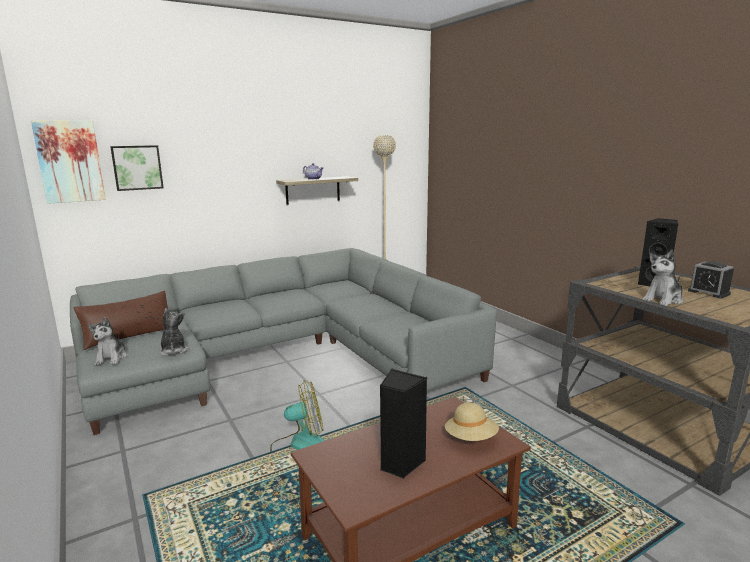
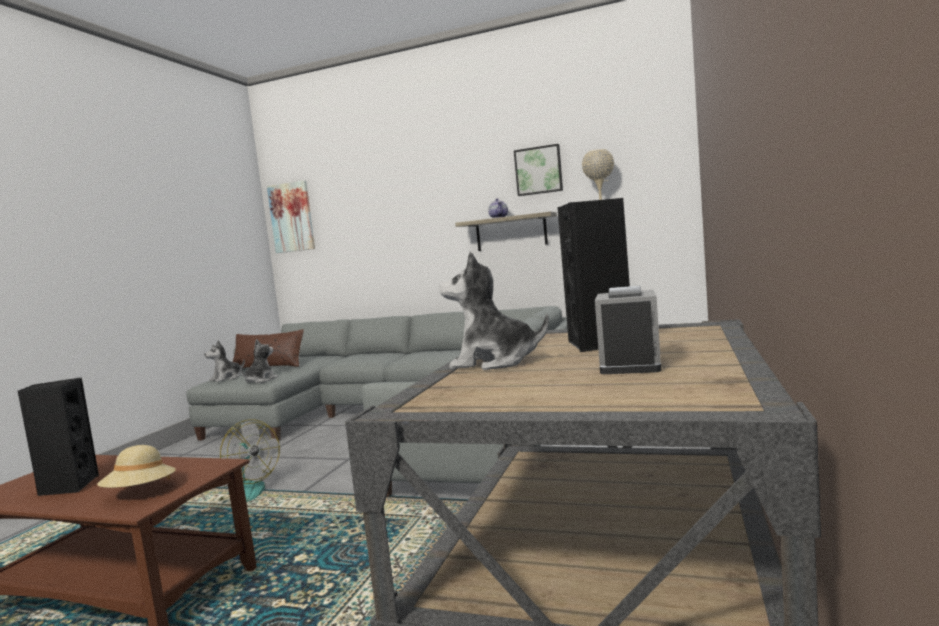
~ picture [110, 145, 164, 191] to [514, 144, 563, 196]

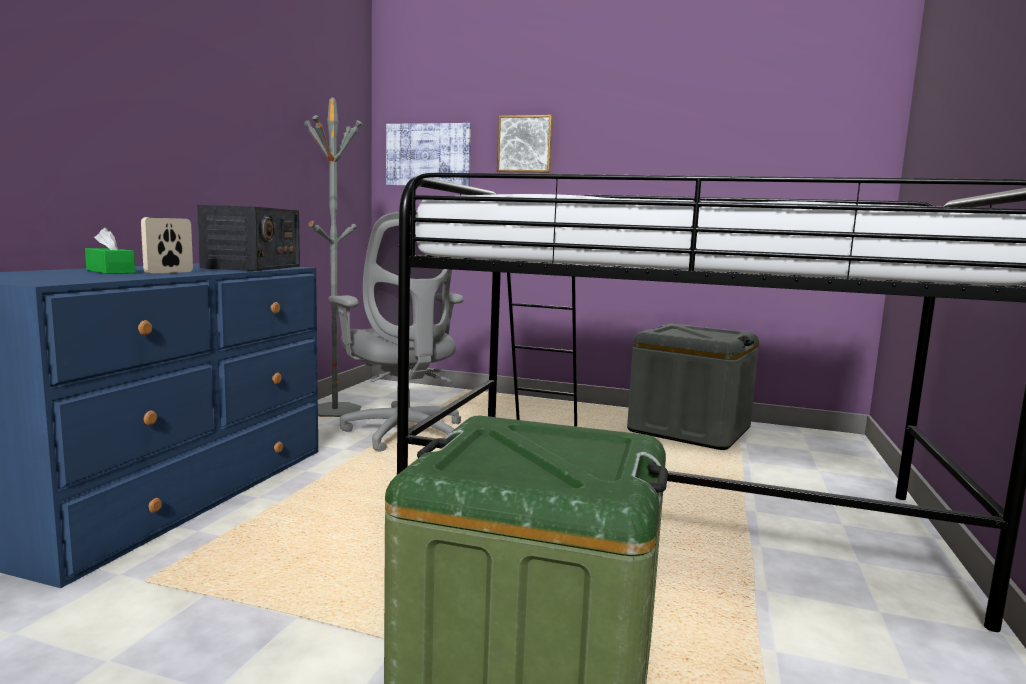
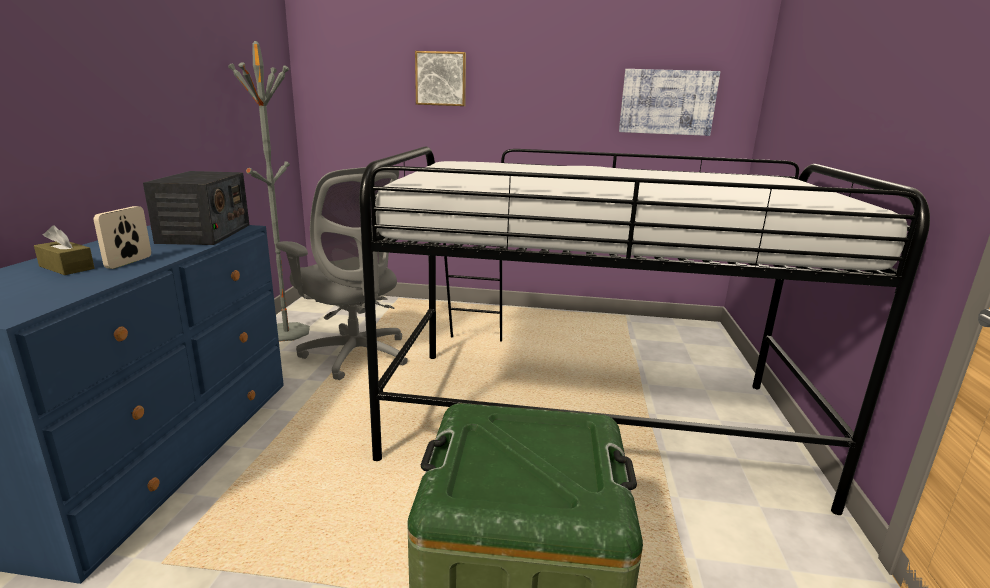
- storage box in grey [627, 324, 759, 450]
~ picture [386, 123, 471, 186] to [619, 69, 720, 136]
~ tissue box in green [85, 228, 135, 274] to tissue box in brown [34, 225, 95, 275]

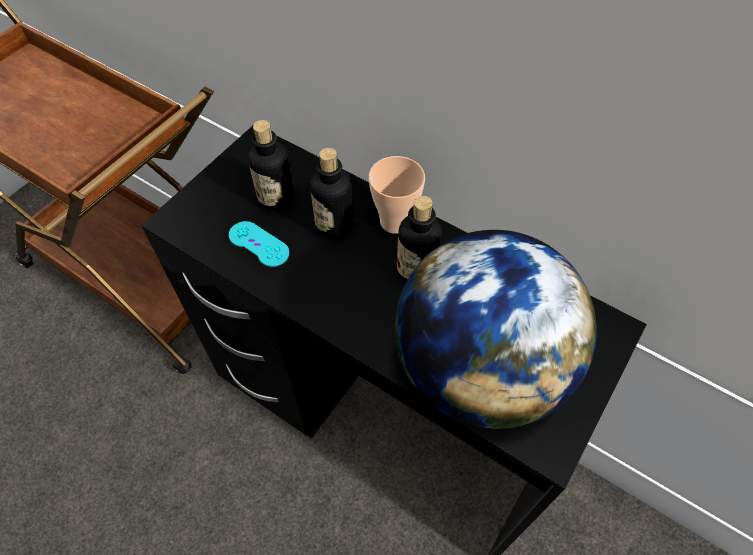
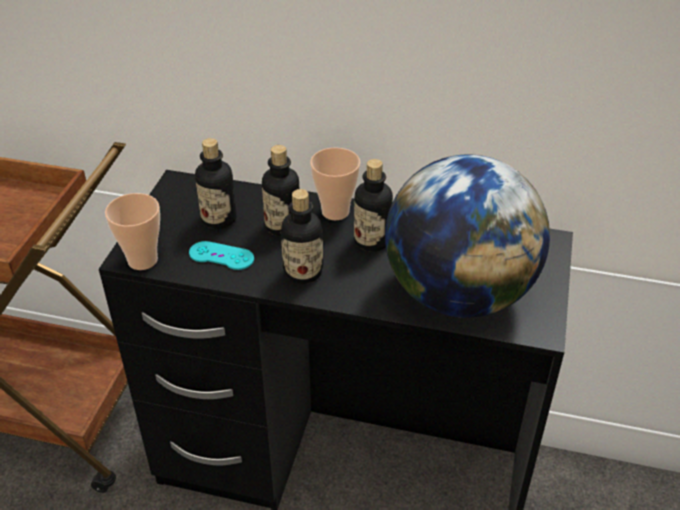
+ cup [105, 193, 160, 270]
+ bottle [281, 189, 323, 284]

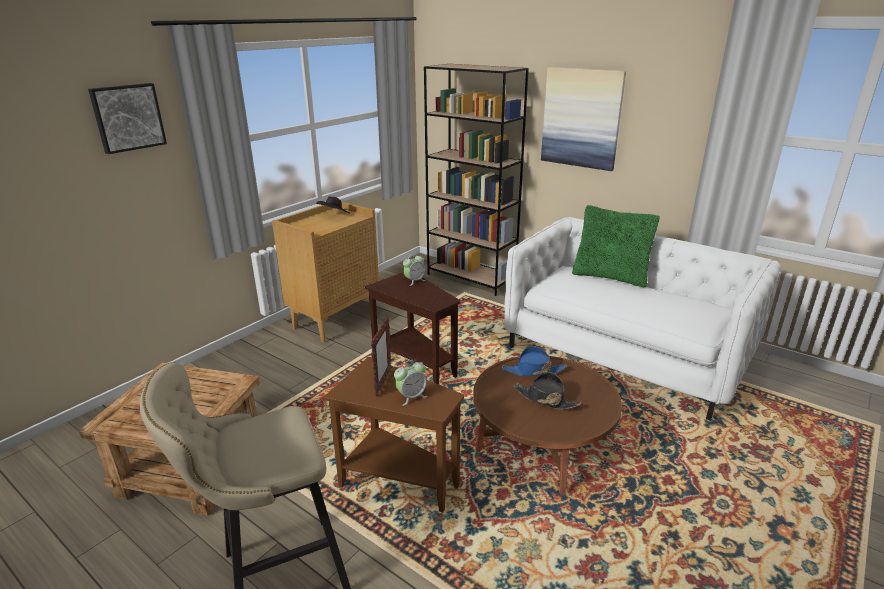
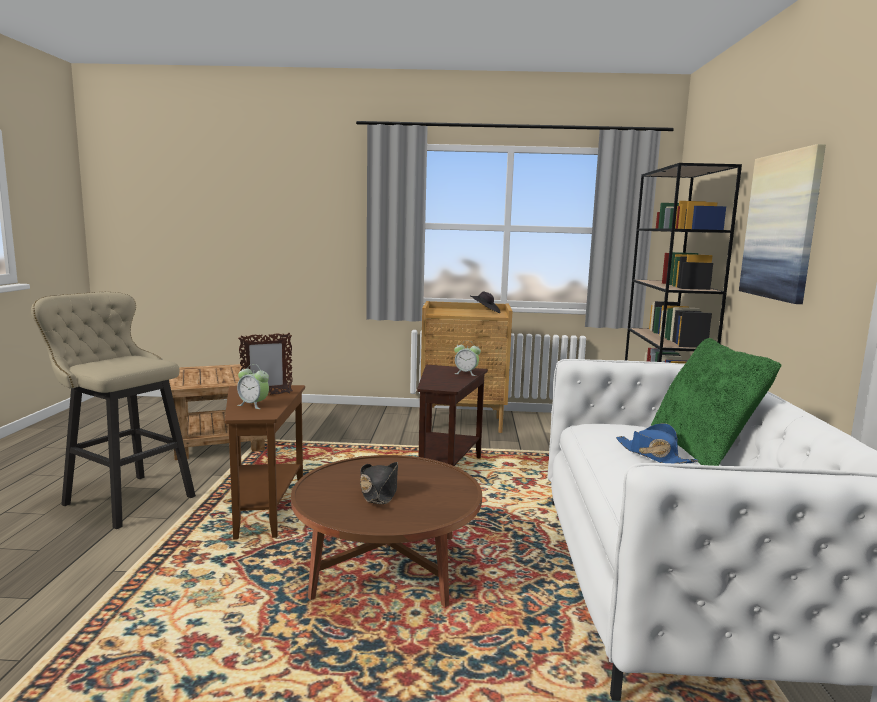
- picture [88, 83, 167, 154]
~ hat in blue [502, 346, 568, 376] to [616, 423, 698, 464]

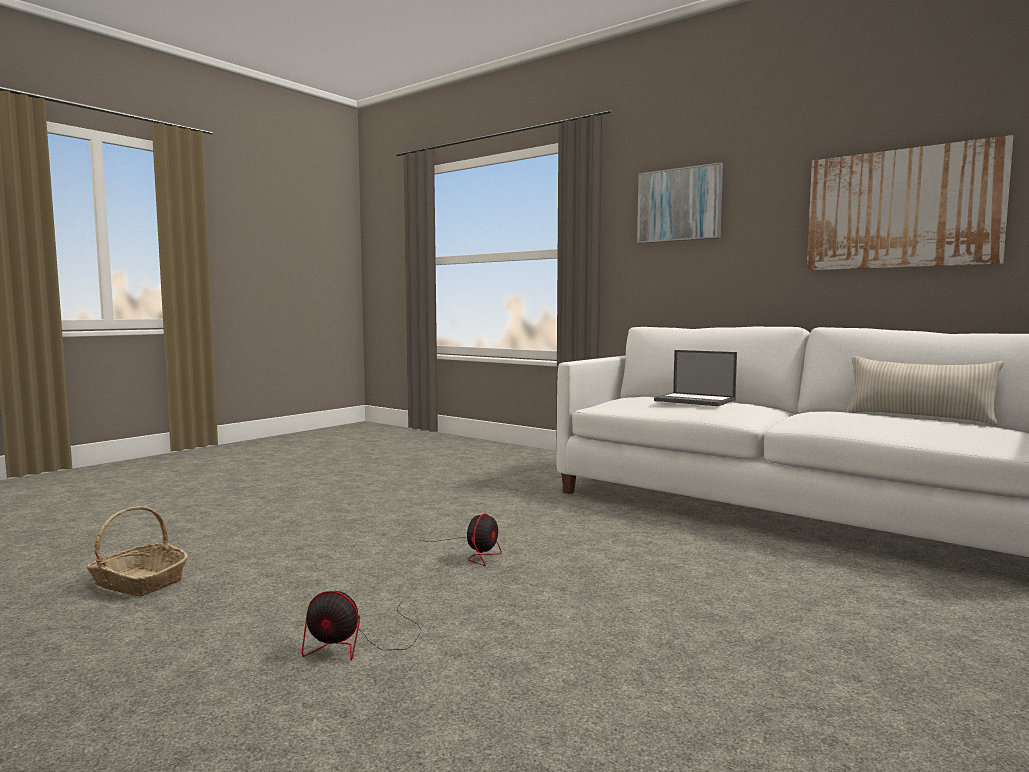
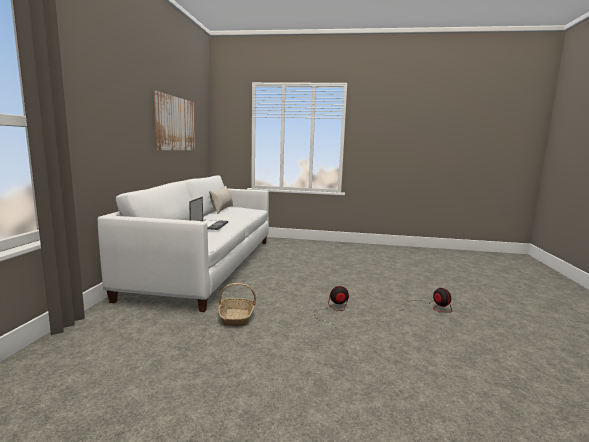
- picture [637, 162, 723, 243]
~ basket [86, 506, 189, 597] to [218, 283, 256, 326]

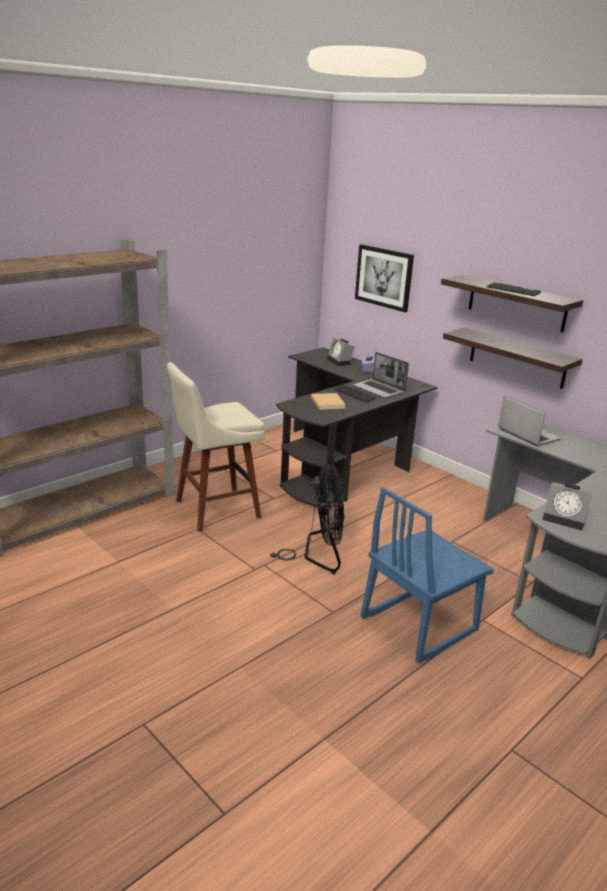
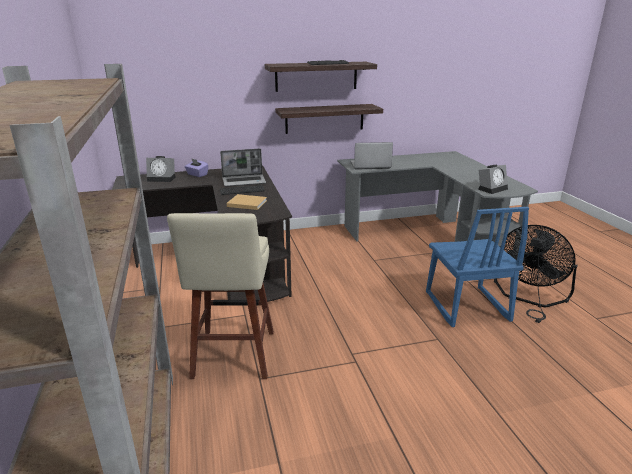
- picture [355, 244, 414, 312]
~ fan in black [269, 464, 344, 574] to [494, 225, 578, 323]

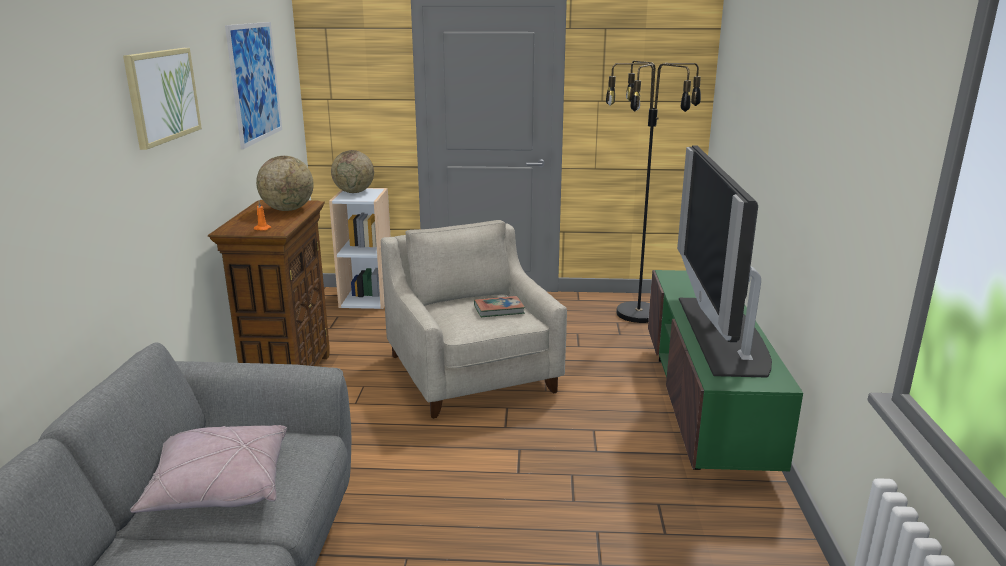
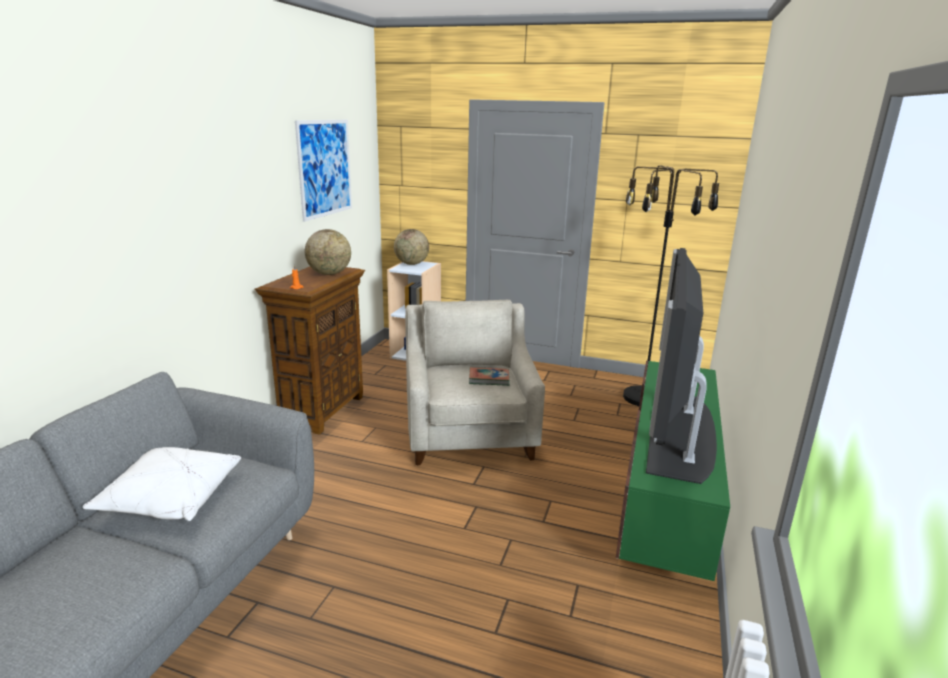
- picture [123, 48, 202, 150]
~ pillow in purple [130, 425, 287, 513] to pillow in white [83, 447, 241, 521]

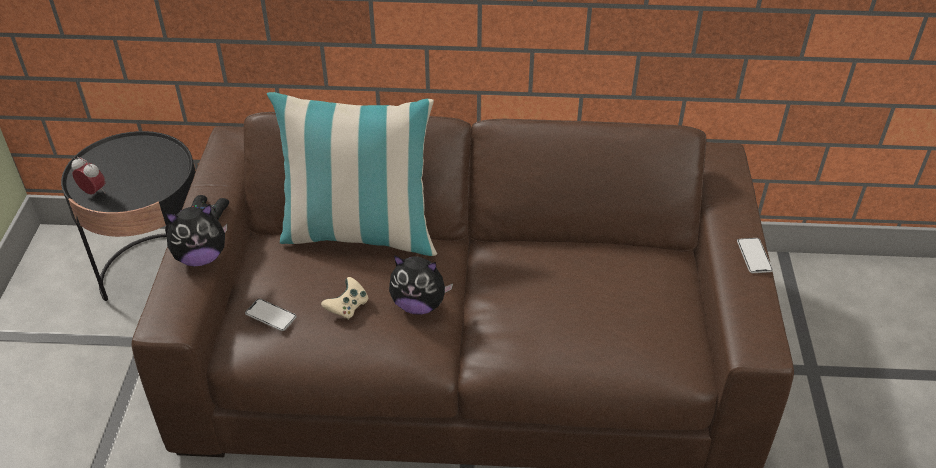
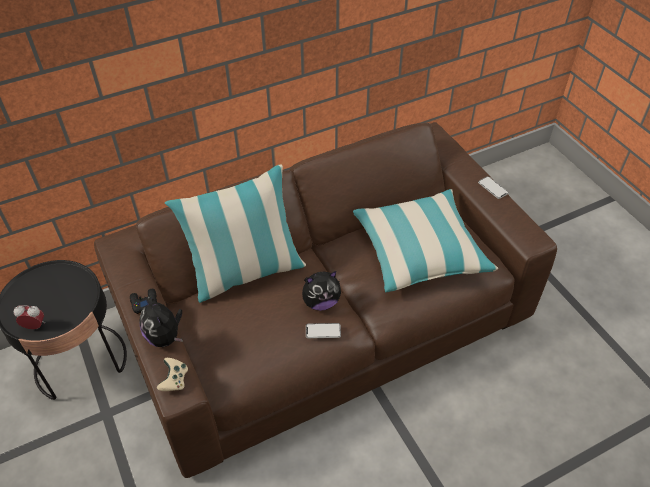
+ pillow [353, 189, 498, 292]
~ phone [245, 299, 297, 331] to [306, 323, 341, 338]
~ game controller in beige [321, 277, 368, 320] to [157, 358, 188, 391]
~ plush toy [166, 204, 227, 266] = [139, 296, 183, 347] 105 degrees clockwise

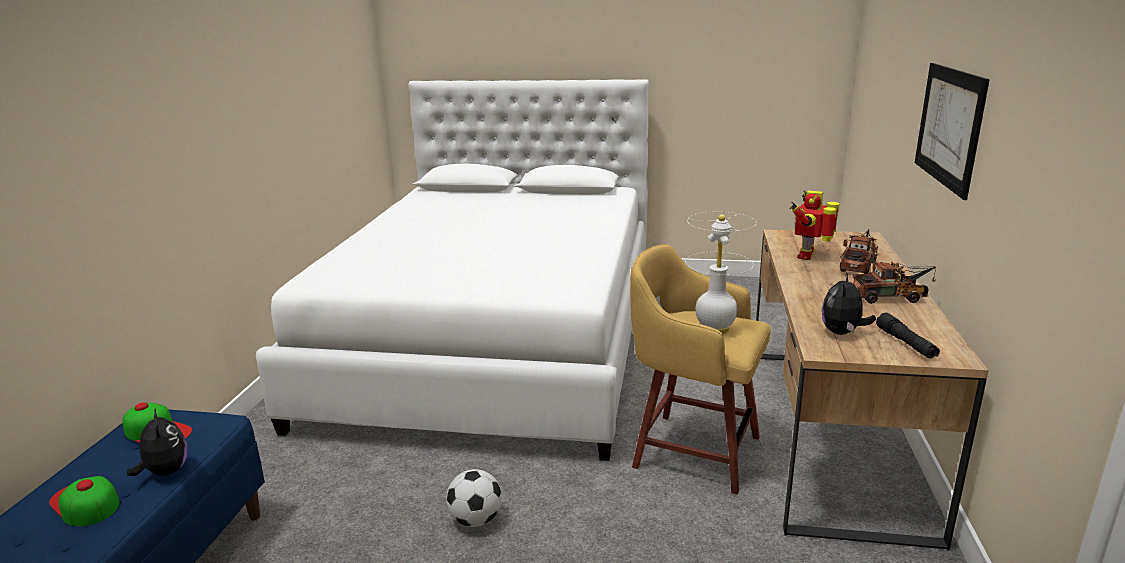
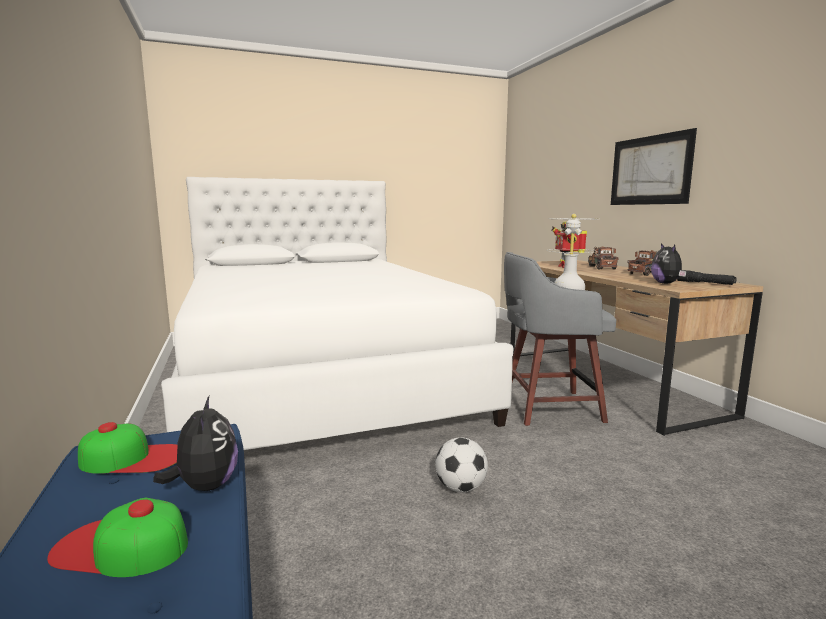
~ stool in yellow [630, 244, 771, 494] to stool in grey [504, 252, 616, 426]
~ plush toy [127, 408, 188, 476] = [153, 396, 238, 491] 45 degrees clockwise

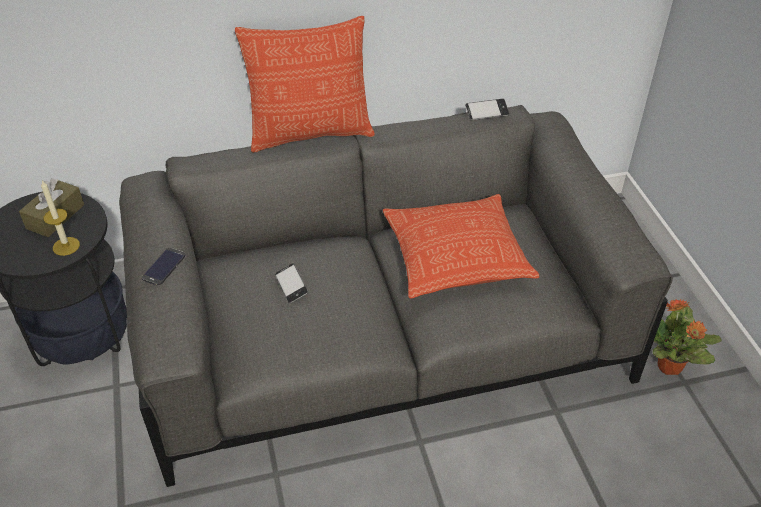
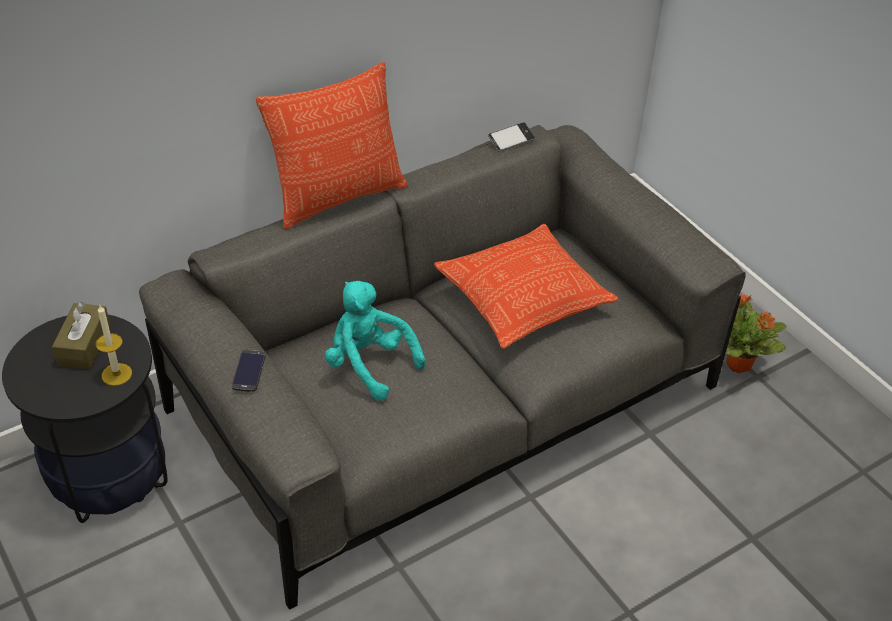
~ phone [275, 263, 309, 304] to plush toy in turquoise [325, 281, 426, 401]

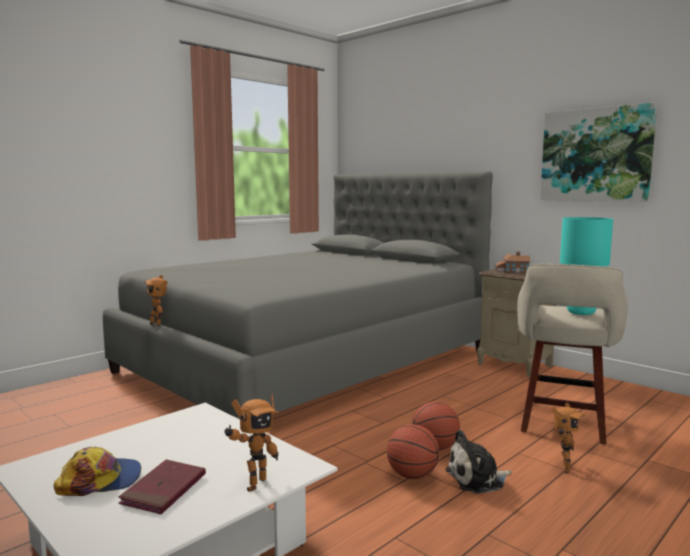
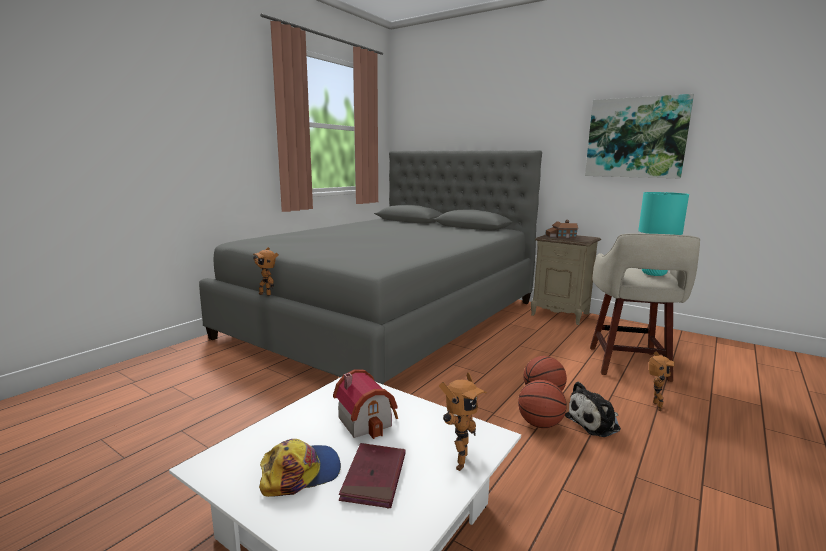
+ toy house [333, 369, 398, 439]

